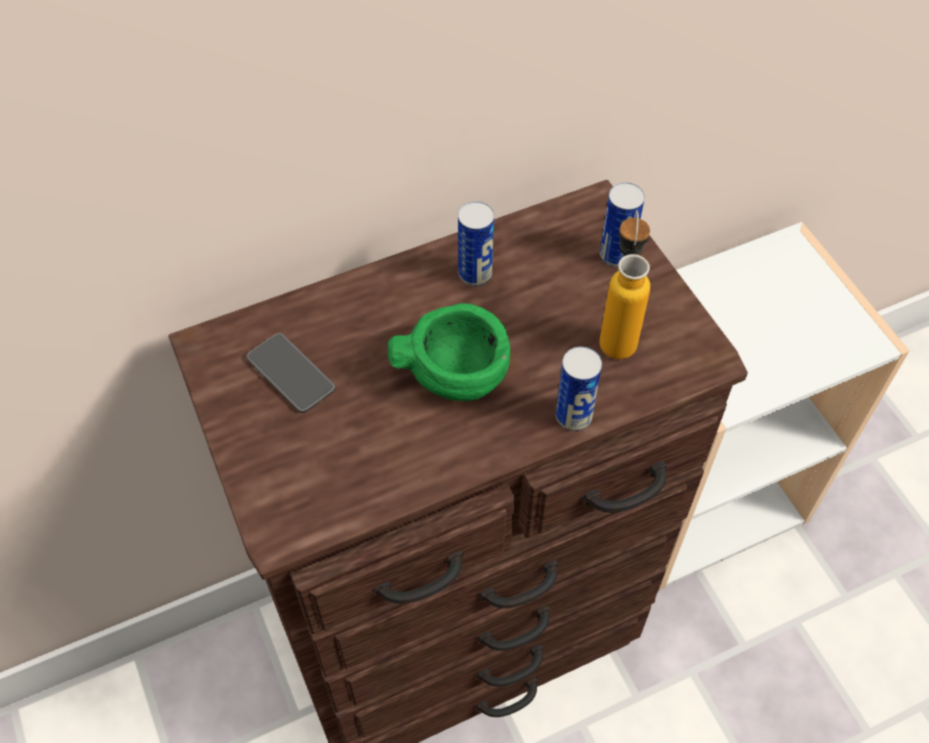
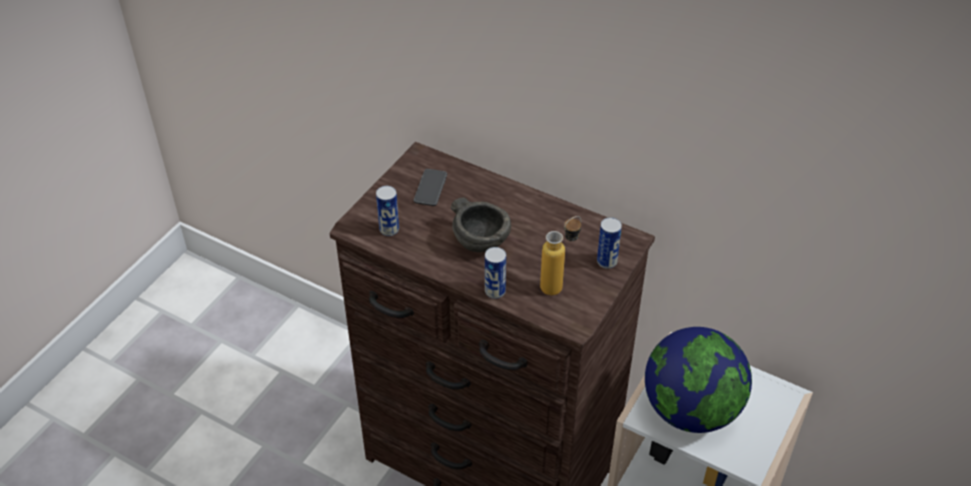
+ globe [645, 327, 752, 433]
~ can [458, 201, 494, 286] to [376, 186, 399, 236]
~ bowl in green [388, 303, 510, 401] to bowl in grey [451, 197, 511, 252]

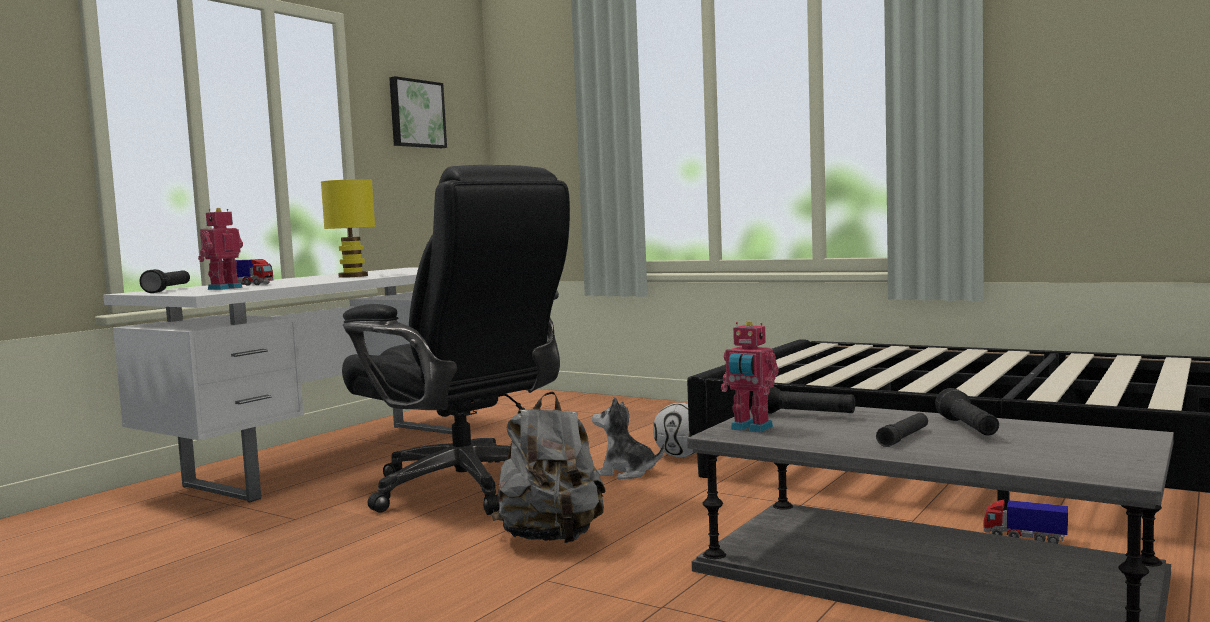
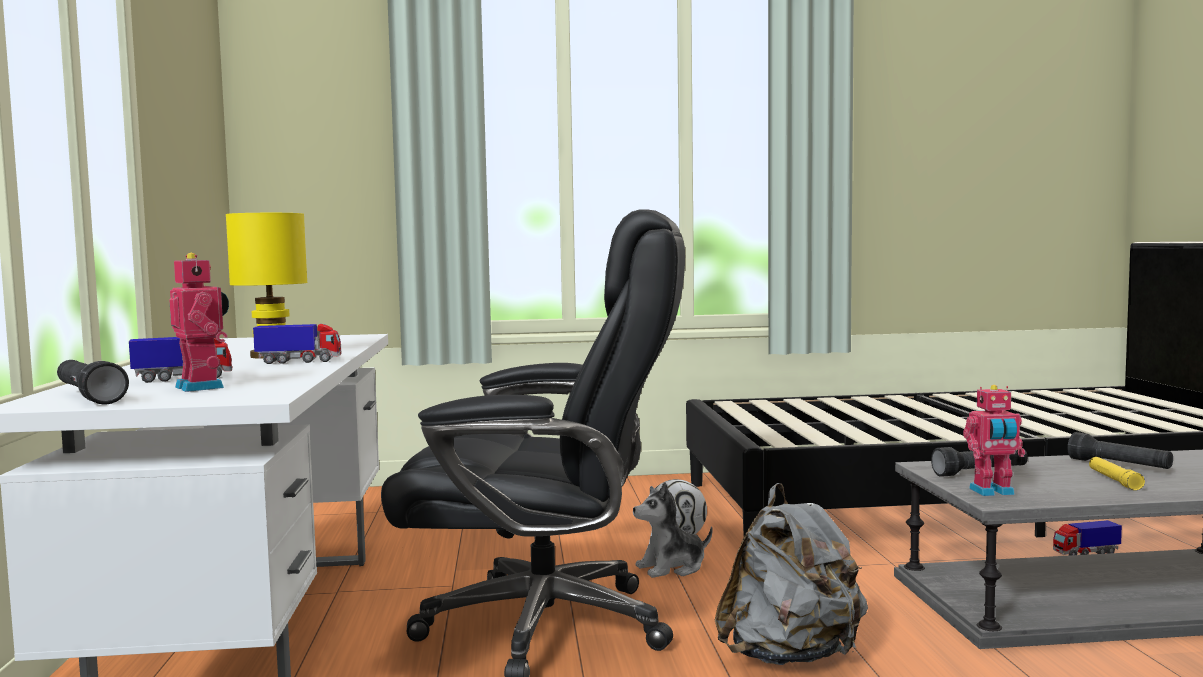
- picture [389, 76, 447, 148]
+ toy truck [253, 324, 341, 364]
~ flashlight in black [876, 413, 928, 447] to flashlight in yellow [1089, 457, 1145, 491]
~ toy robot [198, 208, 243, 290] = [169, 253, 229, 392] 150 degrees clockwise

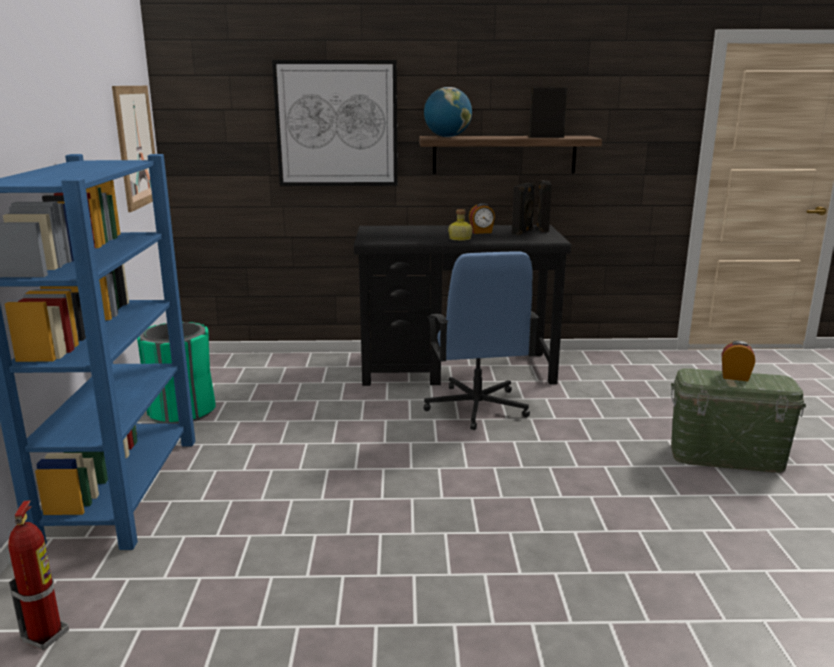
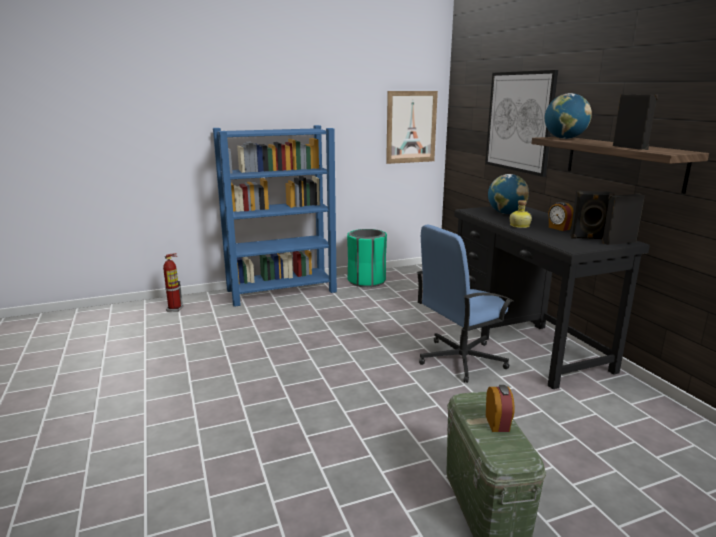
+ globe [488, 174, 529, 214]

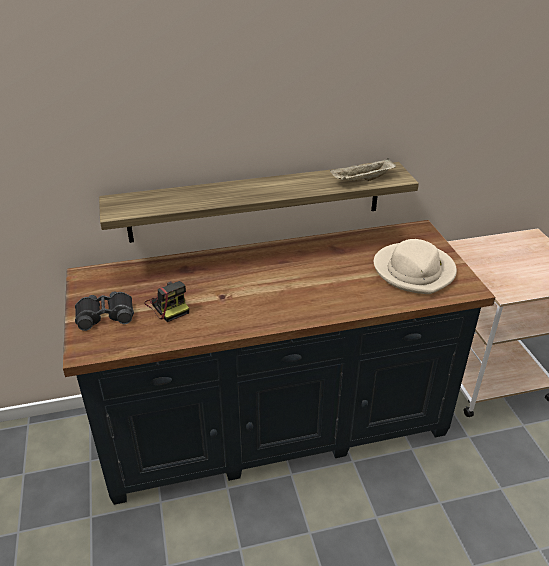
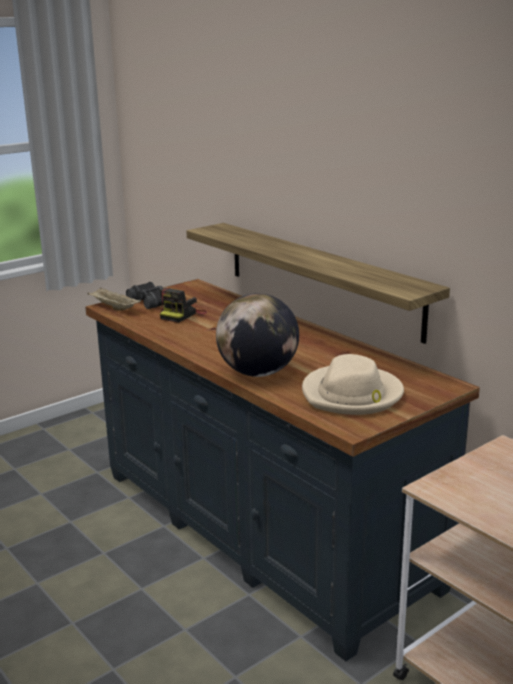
+ globe [216, 293, 299, 377]
~ tray in beige [330, 158, 396, 181] to [87, 288, 141, 311]

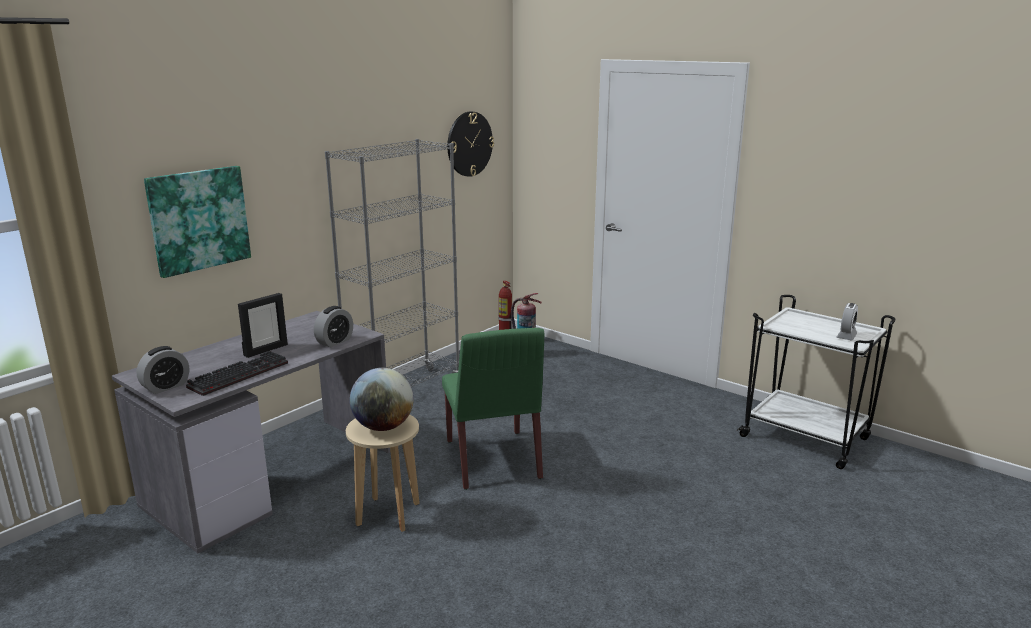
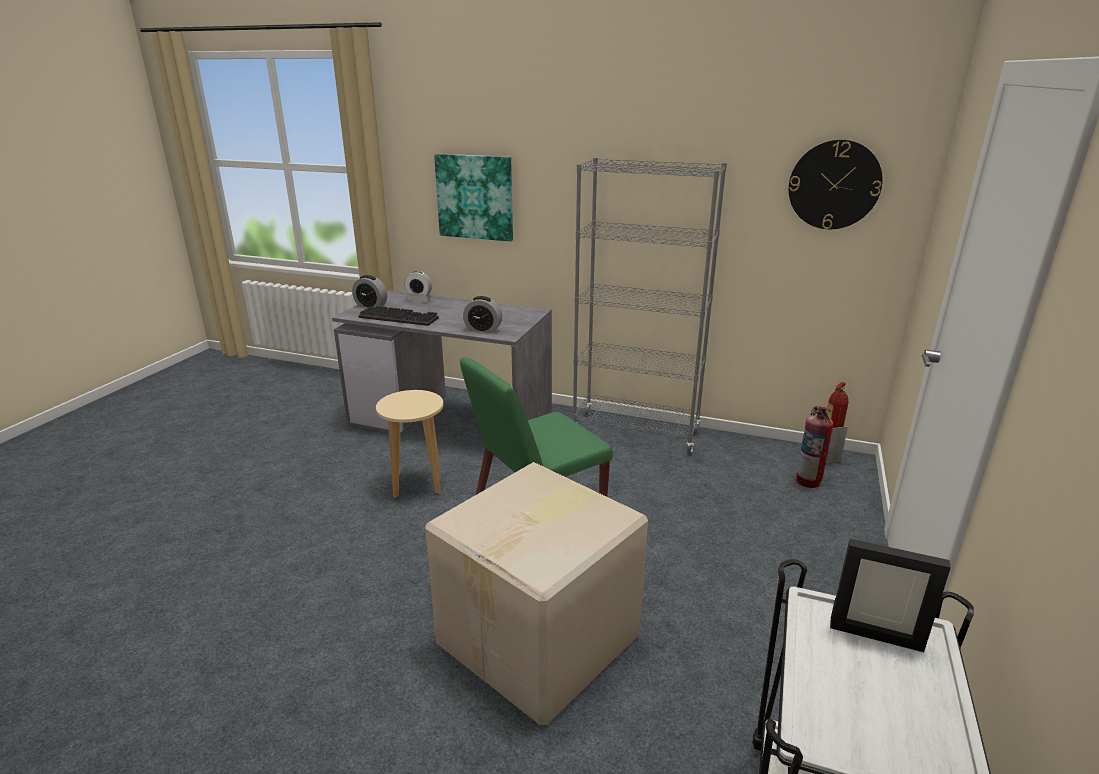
- globe [350, 368, 414, 431]
+ cardboard box [425, 462, 648, 725]
~ picture frame [238, 293, 288, 358] to [830, 539, 951, 652]
~ alarm clock [837, 303, 858, 341] to [404, 271, 432, 302]

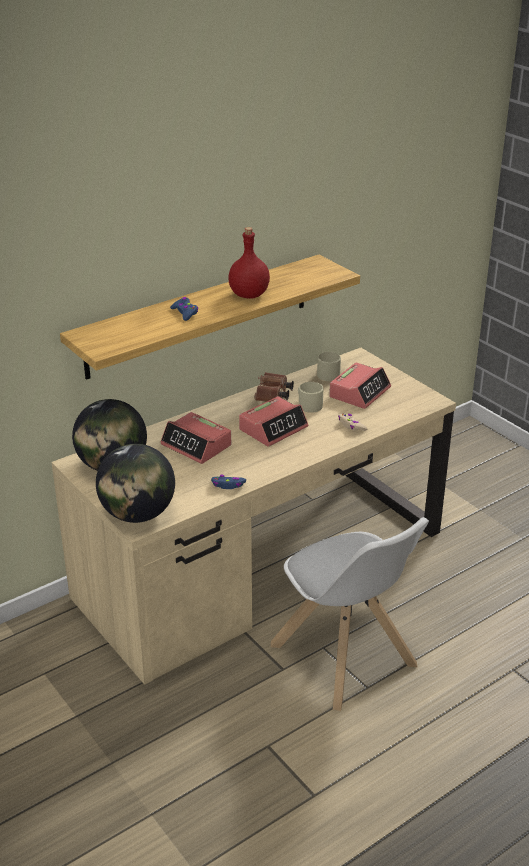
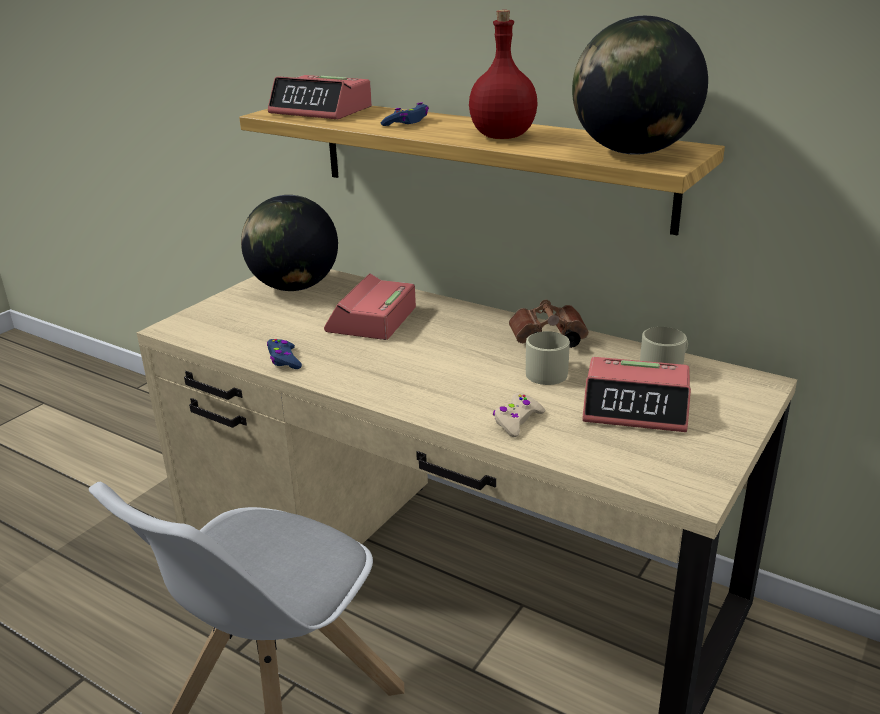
~ globe [96, 444, 175, 523] to [572, 16, 708, 155]
~ alarm clock [239, 396, 308, 447] to [268, 75, 372, 119]

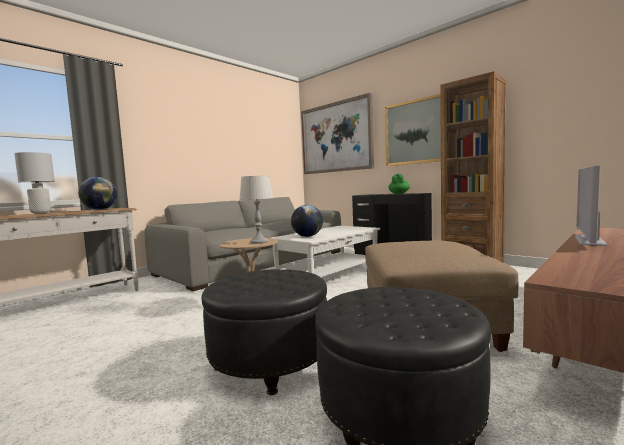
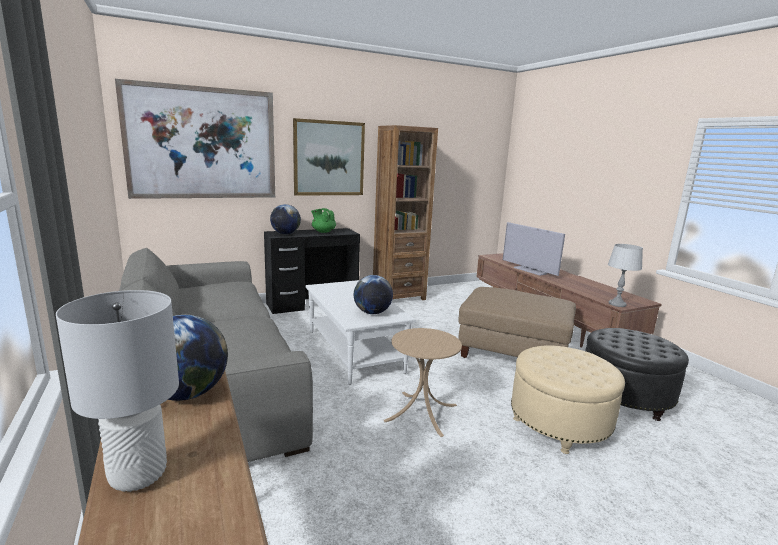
+ globe [270, 204, 301, 234]
~ table lamp in grey [239, 176, 273, 244] to [608, 244, 643, 307]
~ ottoman in black [202, 269, 327, 395] to ottoman in beige [511, 345, 625, 454]

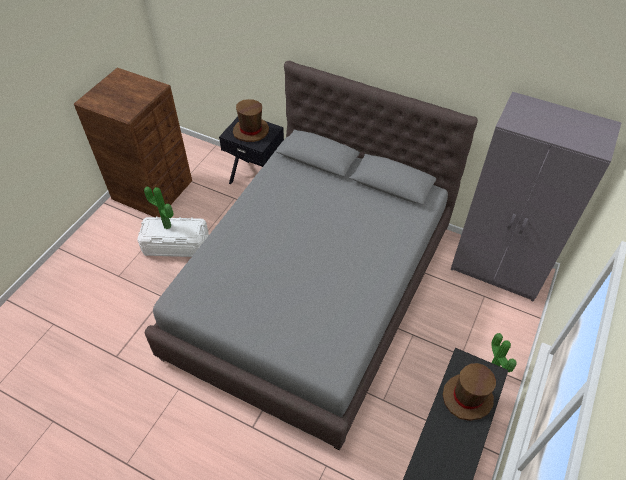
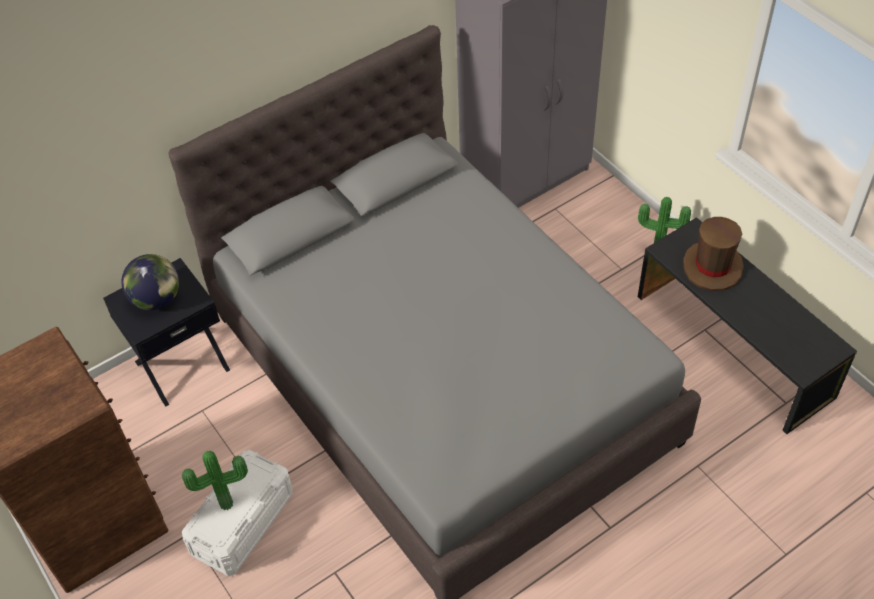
~ hat in brown [233, 99, 269, 142] to globe [122, 254, 179, 310]

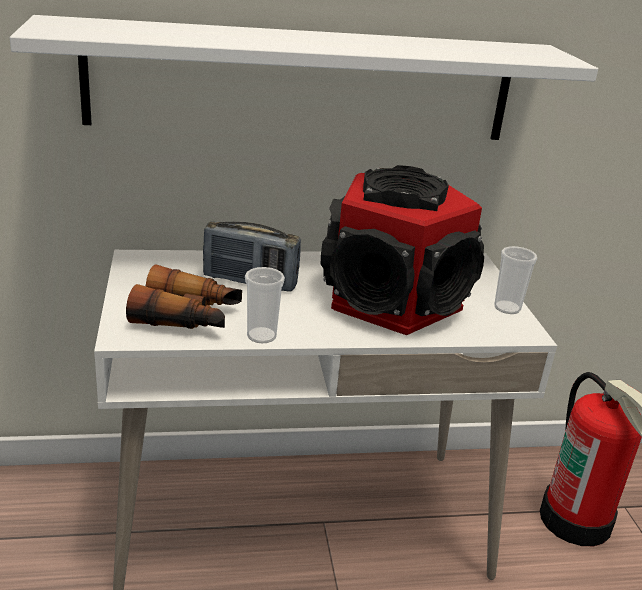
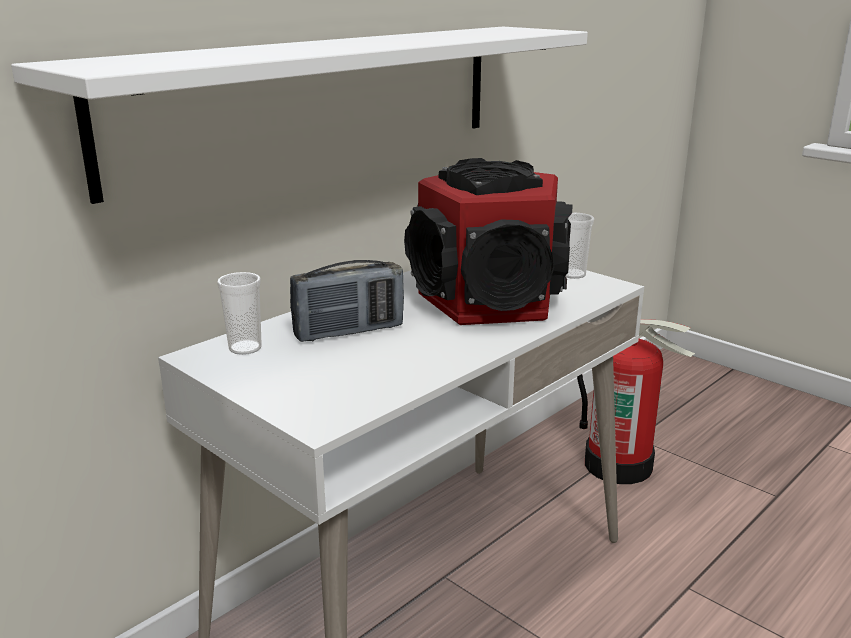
- binoculars [126, 265, 242, 329]
~ cup [245, 267, 285, 343] to [217, 272, 262, 355]

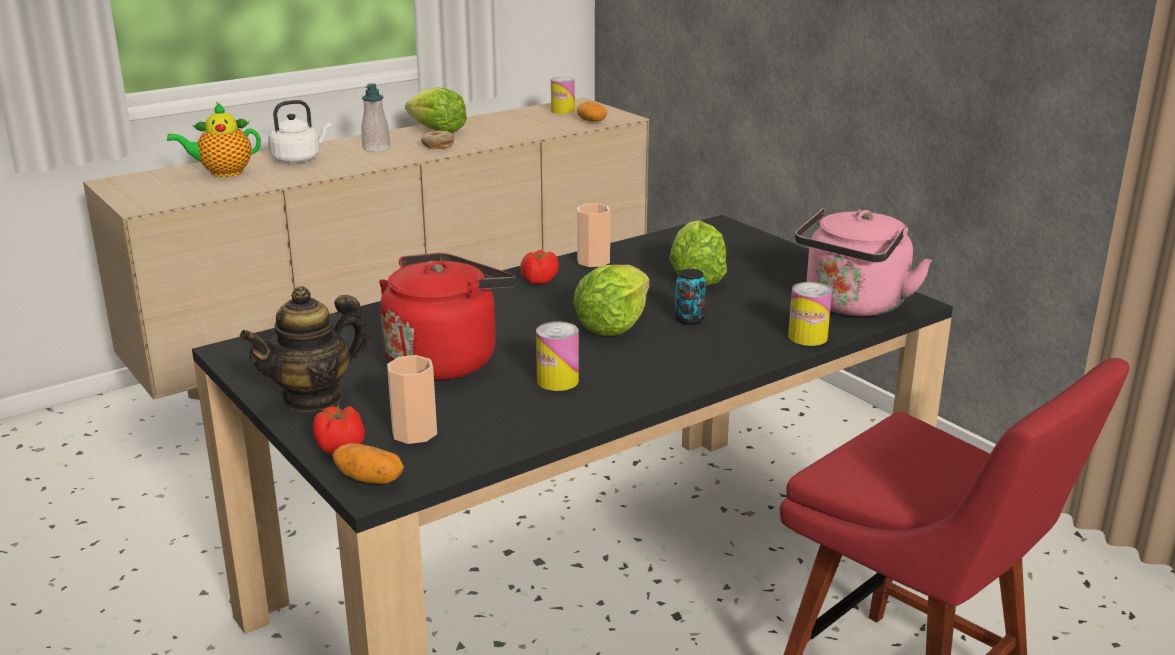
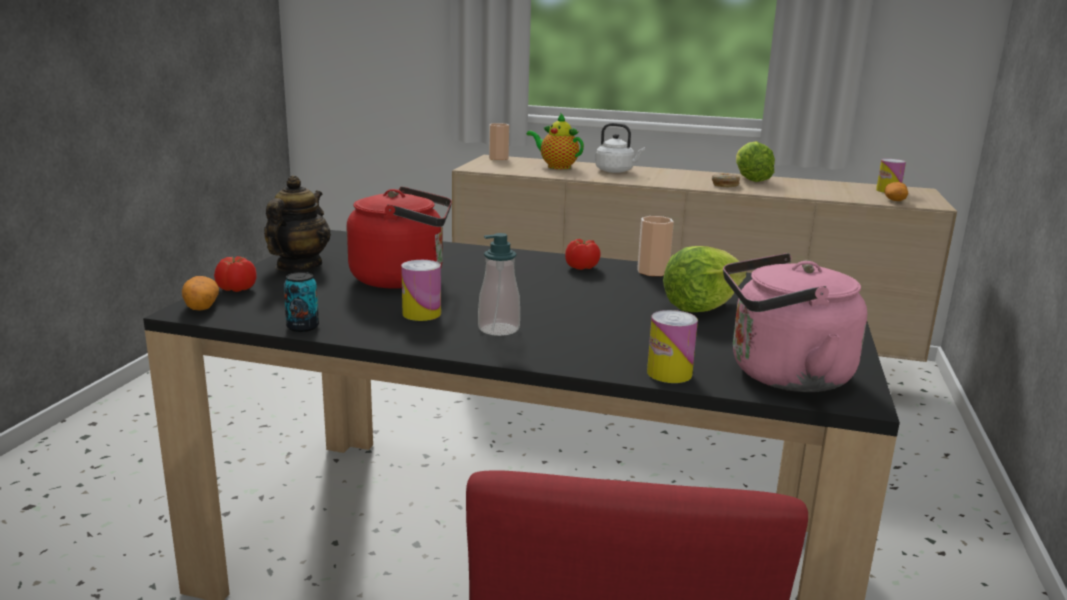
- lettuce [573, 265, 650, 336]
~ soap dispenser [361, 83, 390, 152] to [478, 233, 520, 336]
~ cup [387, 355, 437, 444] to [489, 123, 509, 160]
~ can [675, 269, 706, 325] to [283, 272, 319, 332]
~ teapot [239, 286, 370, 412] = [264, 175, 331, 271] 90 degrees clockwise

